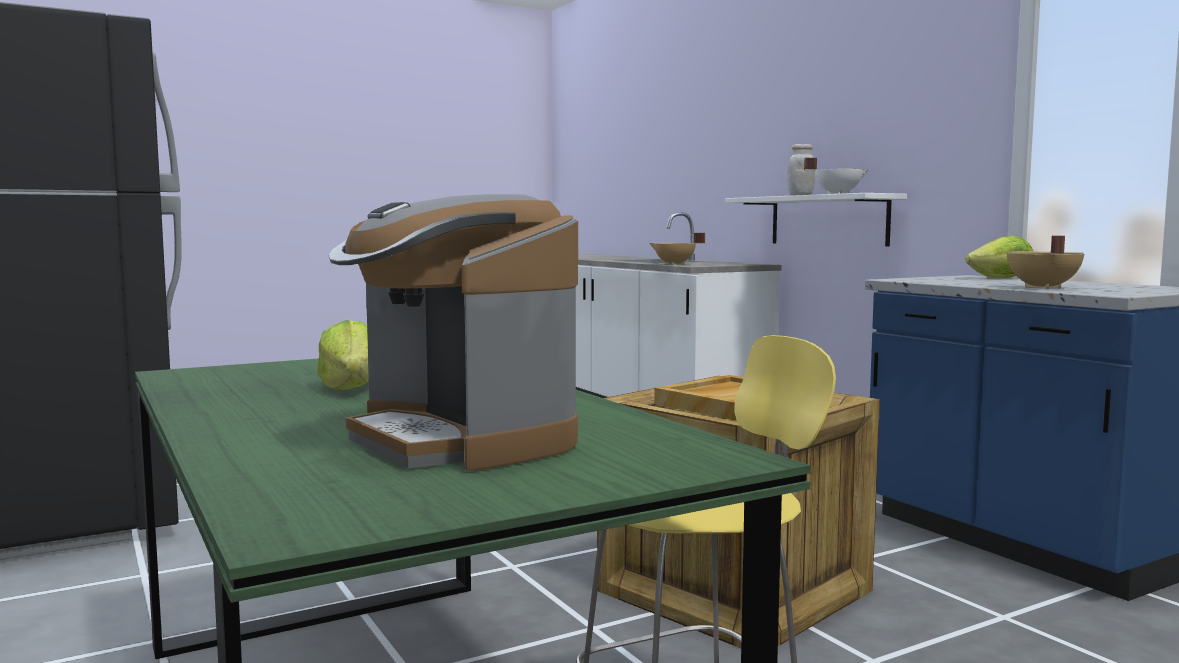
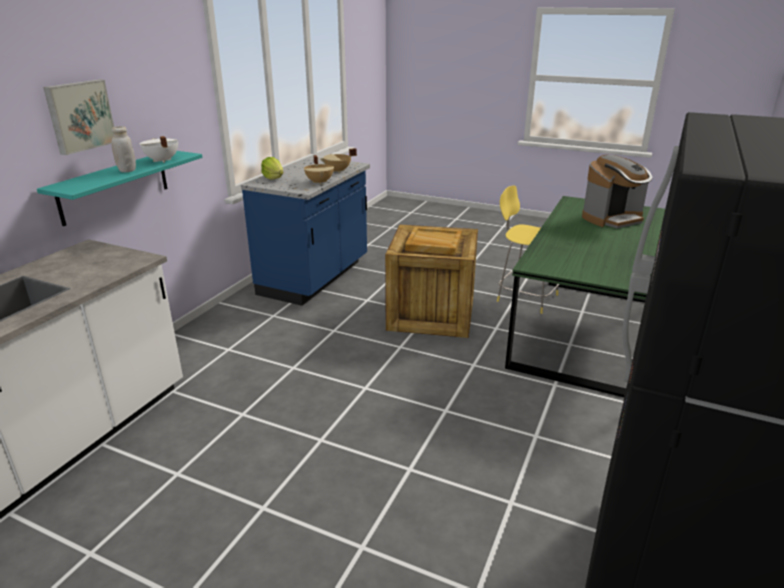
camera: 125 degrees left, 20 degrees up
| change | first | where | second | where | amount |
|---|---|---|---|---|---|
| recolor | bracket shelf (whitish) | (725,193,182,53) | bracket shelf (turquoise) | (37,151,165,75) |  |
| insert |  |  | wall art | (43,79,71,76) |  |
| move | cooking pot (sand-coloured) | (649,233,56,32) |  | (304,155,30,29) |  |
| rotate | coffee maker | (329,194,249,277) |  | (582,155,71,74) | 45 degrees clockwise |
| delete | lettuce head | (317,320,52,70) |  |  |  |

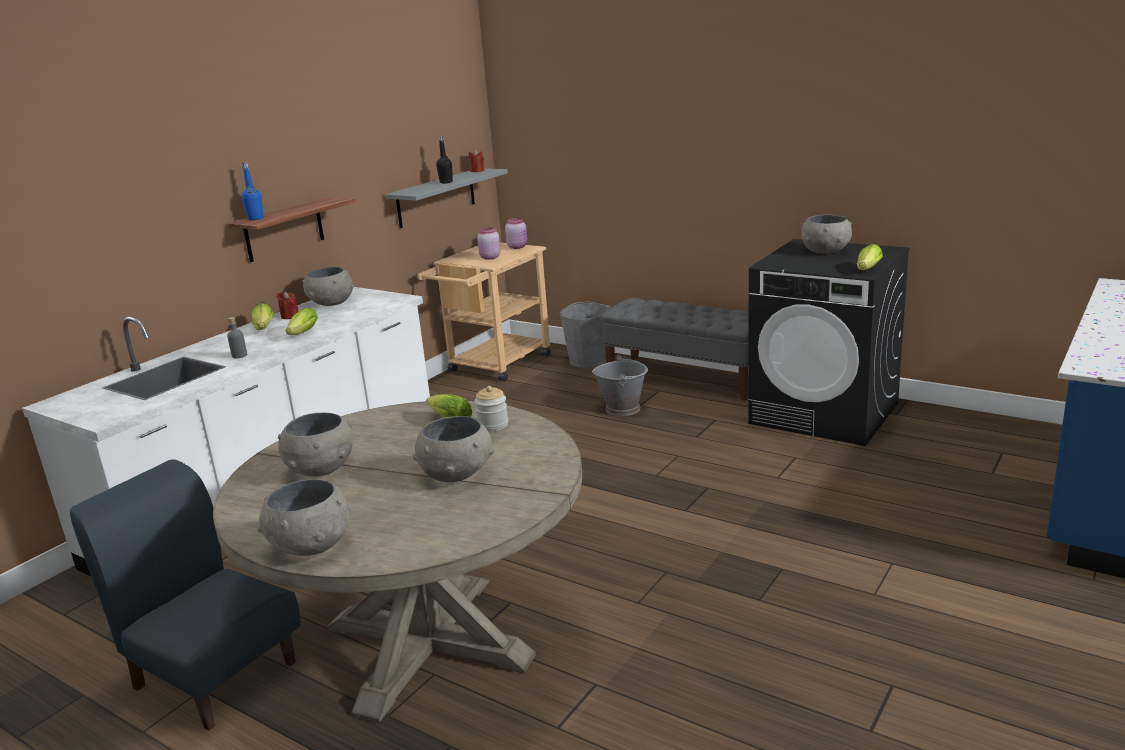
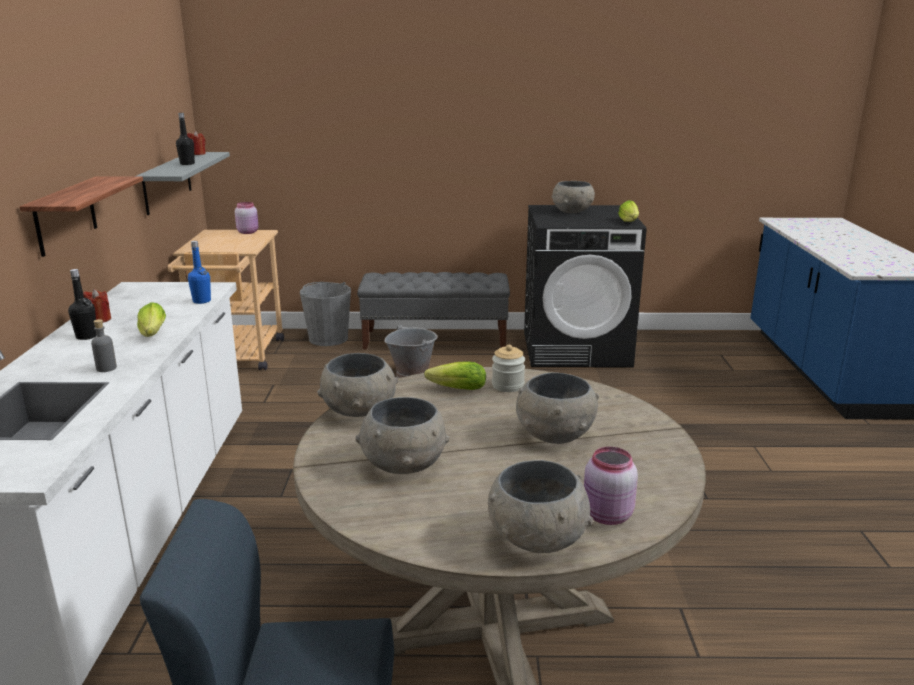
camera: 35 degrees left, 0 degrees up
| change | first | where | second | where | amount |
|---|---|---|---|---|---|
| replace | lettuce head | (251,303,23,27) | beverage bottle (blackish) | (68,269,29,71) |  |
| move | beverage bottle (blue-coloured) | (241,162,23,58) |  | (188,241,23,63) |  |
| move | deep dish (gray) | (302,267,51,39) |  | (317,353,81,64) |  |
| move | jar (pinkish) | (477,227,23,33) |  | (584,447,54,78) |  |

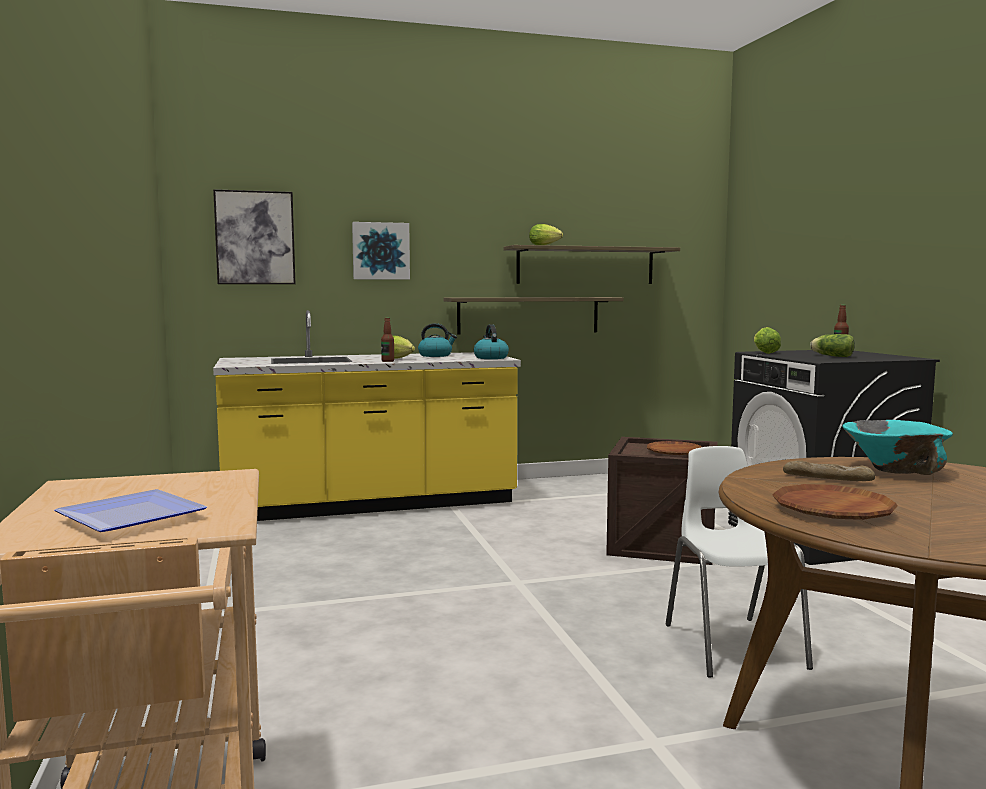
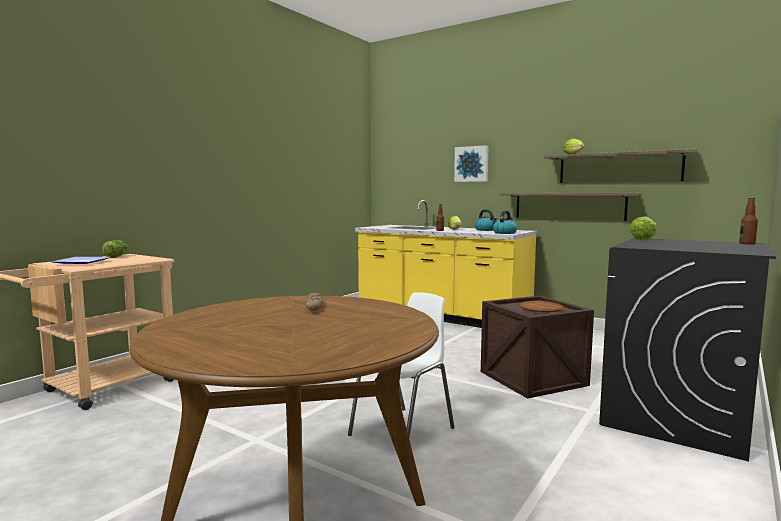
camera: 50 degrees right, 0 degrees up
| change | first | where | second | where | amount |
|---|---|---|---|---|---|
| move | lettuce head | (810,334,45,23) |  | (102,240,26,18) |  |
| delete | wall art | (213,189,83,95) |  |  |  |
| delete | plate (brown) | (773,484,124,36) |  |  |  |
| delete | deep dish (turquoise) | (843,420,110,55) |  |  |  |

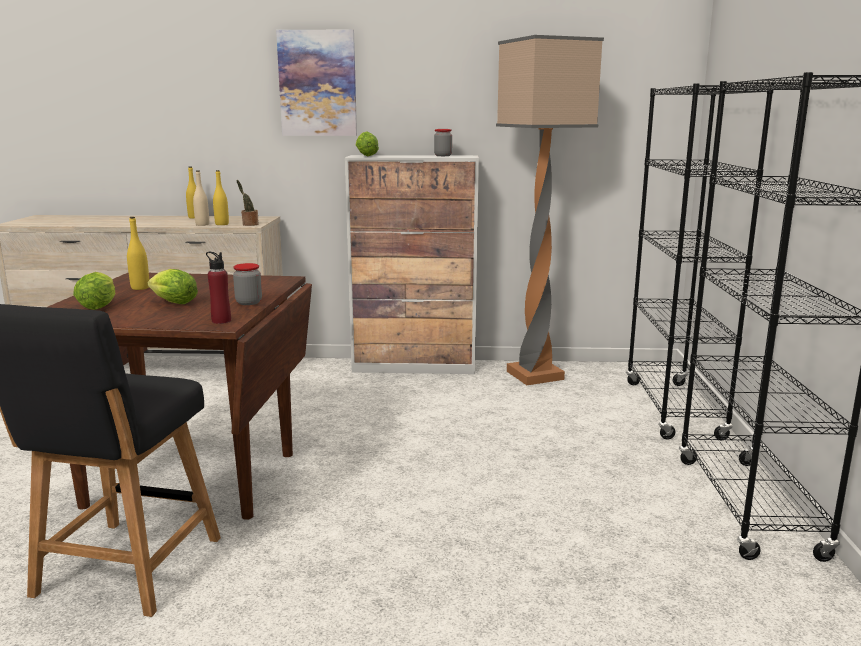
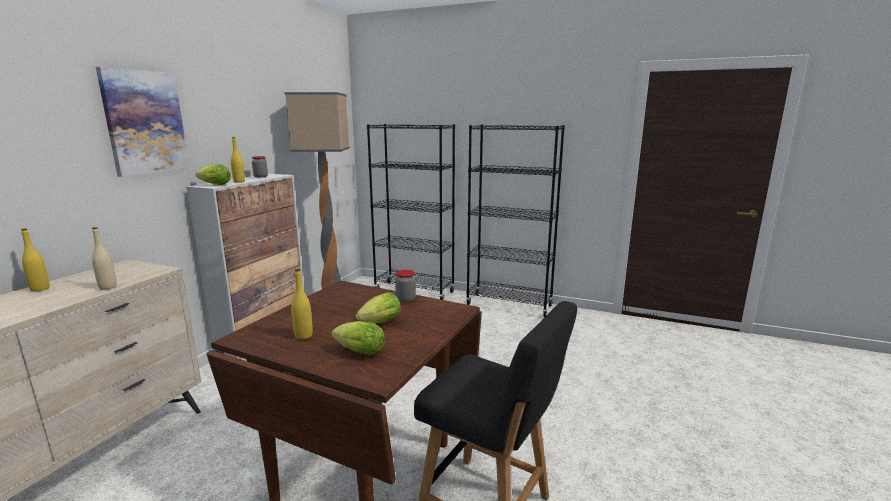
camera: 70 degrees left, 0 degrees up
| change | first | where | second | where | amount |
|---|---|---|---|---|---|
| move | beverage bottle (yellow-coloured) | (213,170,16,55) |  | (231,137,14,46) |  |
| delete | beverage bottle (reddish) | (206,252,25,72) |  |  |  |
| delete | houseplant | (237,180,22,46) |  |  |  |

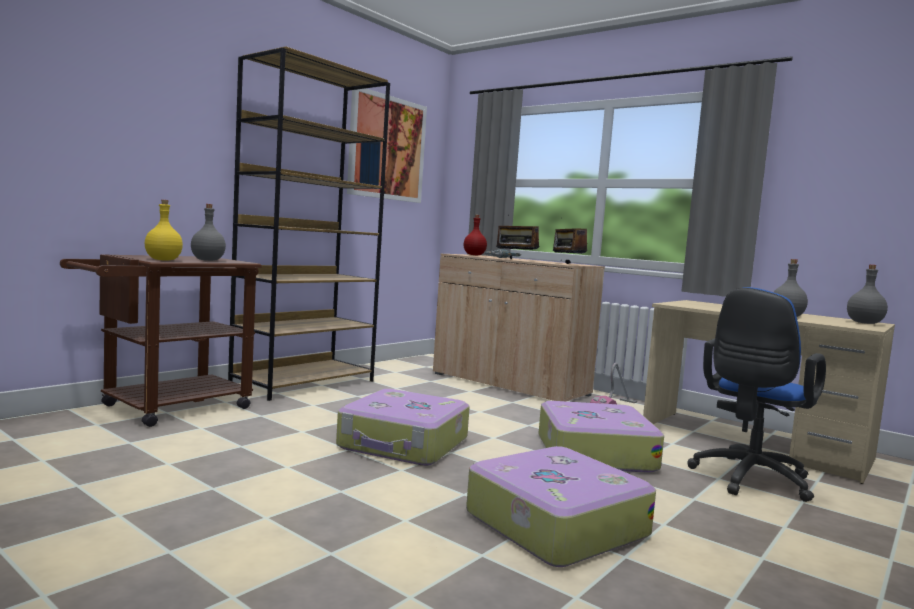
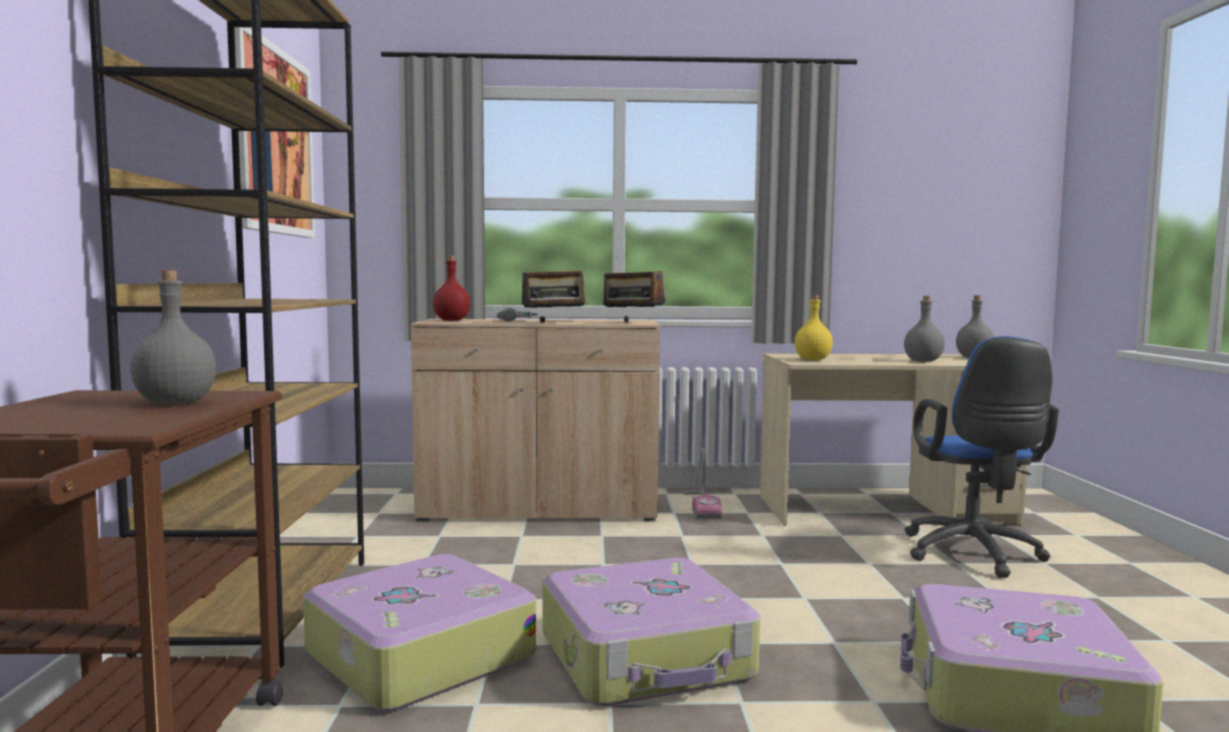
camera: 40 degrees left, 0 degrees up
| change | first | where | second | where | amount |
|---|---|---|---|---|---|
| move | travel case | (538,401,126,72) |  | (303,554,233,157) |  |
| move | beverage bottle (yellow-coloured) | (144,200,39,61) |  | (795,295,38,65) |  |

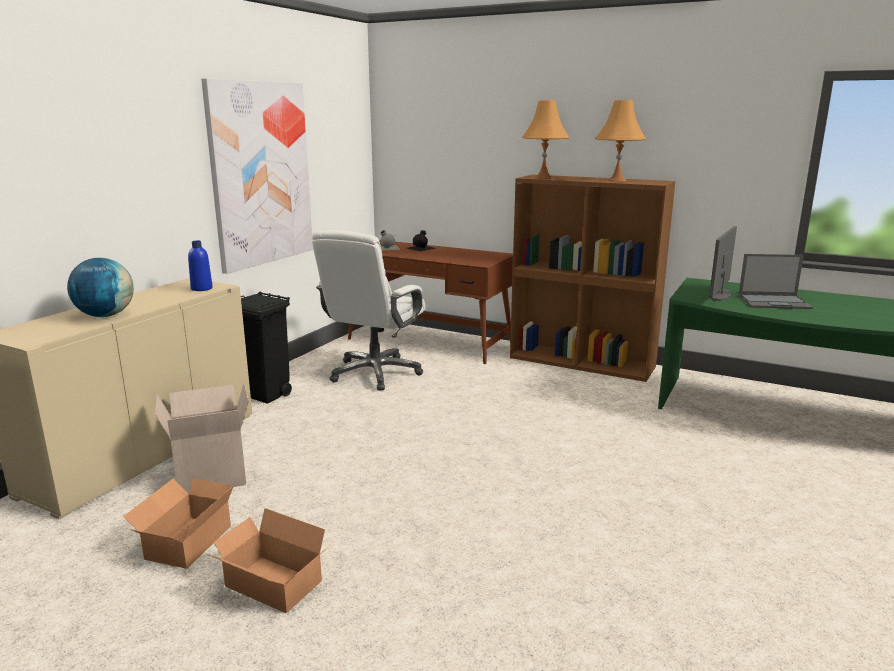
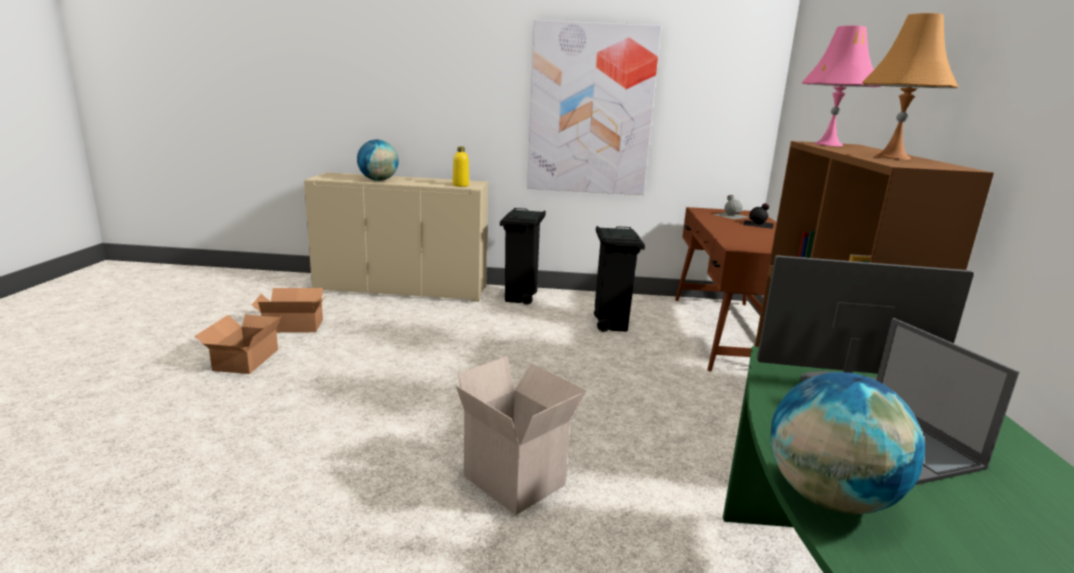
camera: 65 degrees right, 0 degrees up
| change | first | where | second | where | amount |
|---|---|---|---|---|---|
| recolor | beverage bottle (blue-coloured) | (188,241,25,50) | beverage bottle (yellow-coloured) | (453,146,16,41) |  |
| move | carton | (155,383,94,111) |  | (456,356,131,159) |  |
| replace | office chair (whitish) | (312,231,114,160) | rubbish bin (blackish) | (594,226,51,106) |  |
| insert |  |  | desk globe | (771,372,154,142) |  |
| recolor | tabletop lamp (orange) | (523,100,46,78) | tabletop lamp (pinkish) | (801,26,80,120) |  |

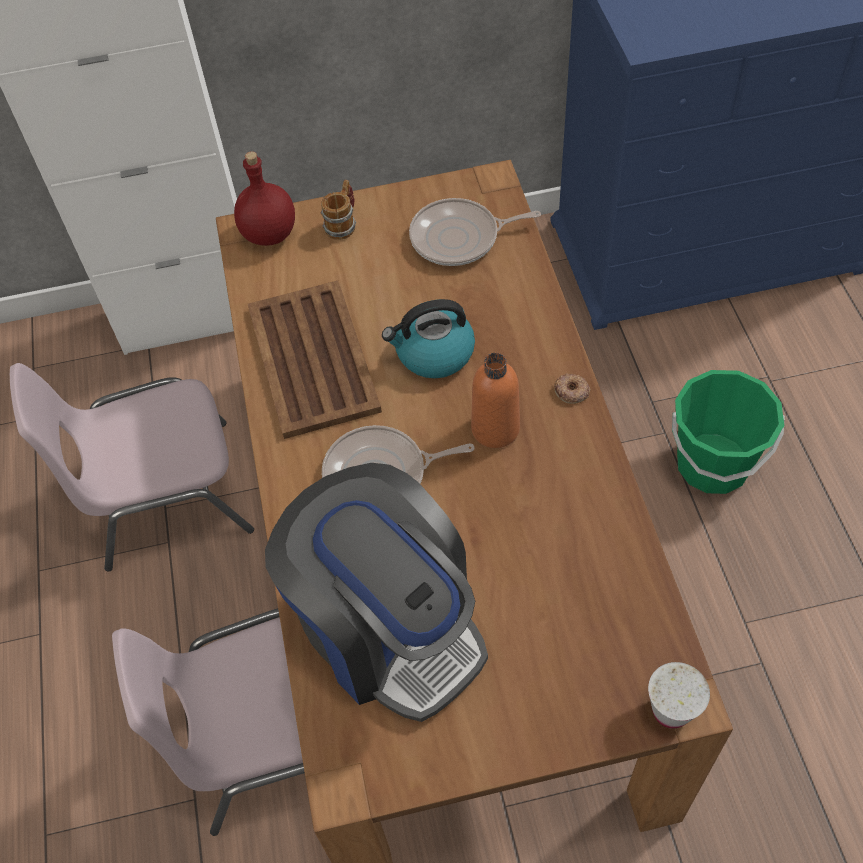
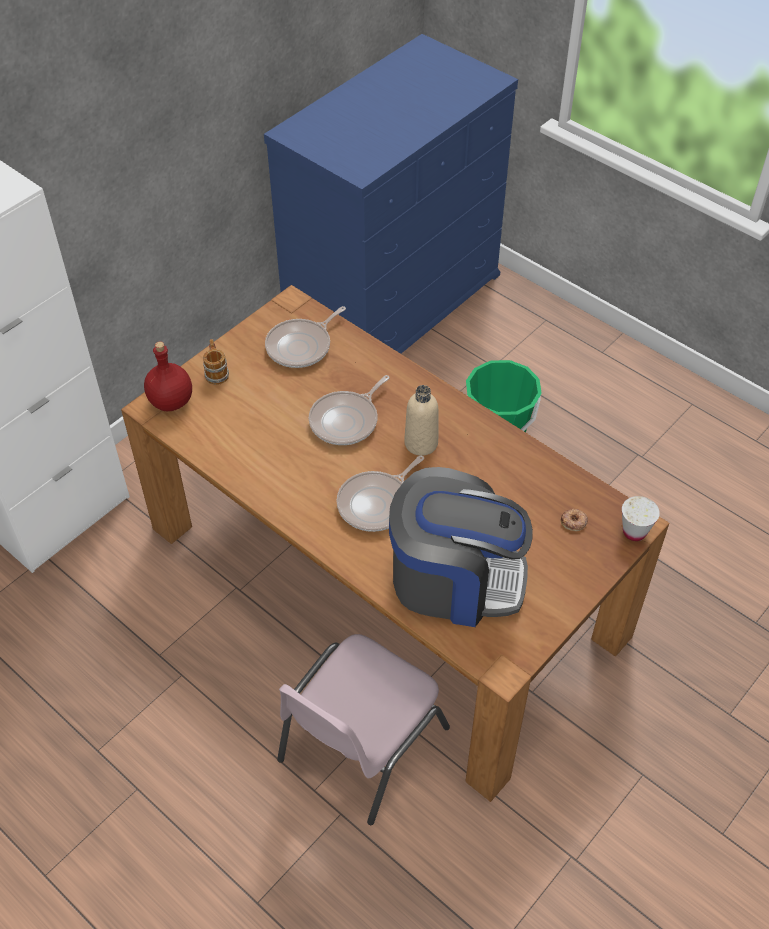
camera: 40 degrees left, 5 degrees down
| change | first | where | second | where | amount |
|---|---|---|---|---|---|
| replace | kettle | (382,299,93,79) | skillet | (309,375,81,70) |  |
| recolor | beverage bottle (orange) | (471,353,49,95) | beverage bottle (sand-coloured) | (404,385,34,71) |  |
| move | donut | (554,373,37,31) |  | (561,509,27,22) |  |
| delete | chair (pinkish) | (10,363,244,209) |  |  |  |
| delete | serving tray (brown) | (248,281,134,158) |  |  |  |

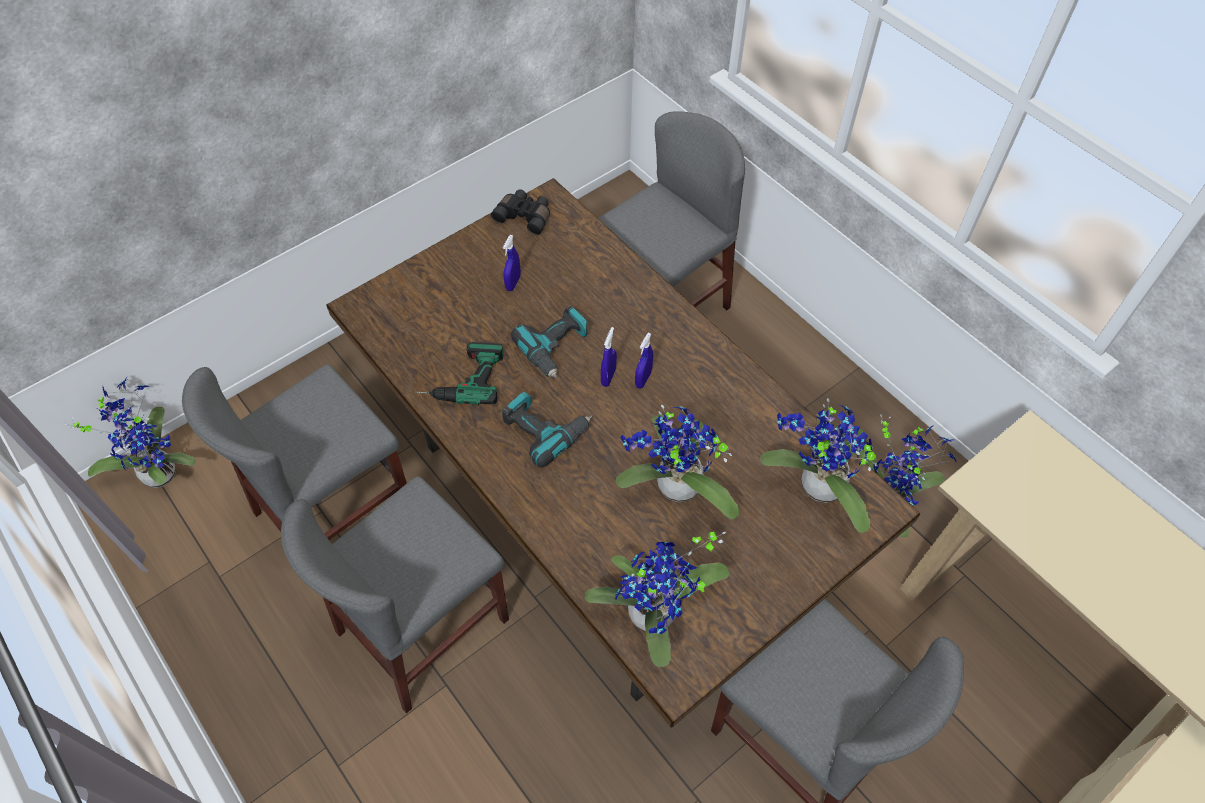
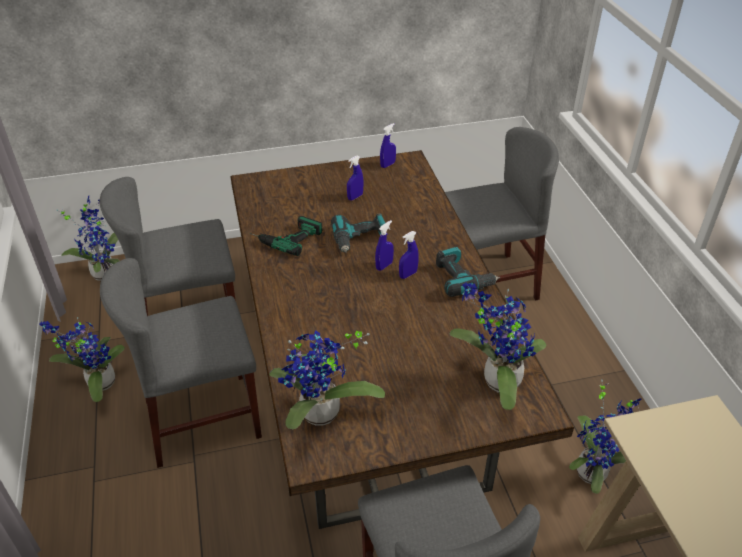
camera: 25 degrees right, 15 degrees down
| change | first | where | second | where | amount |
|---|---|---|---|---|---|
| move | houseplant | (616,405,123,114) |  | (39,317,86,85) |  |
| replace | binoculars (blackish) | (491,189,59,46) | hand sprayer (blue-coloured) | (380,123,16,45) |  |
| move | drill | (502,392,90,76) |  | (436,247,64,50) |  |

